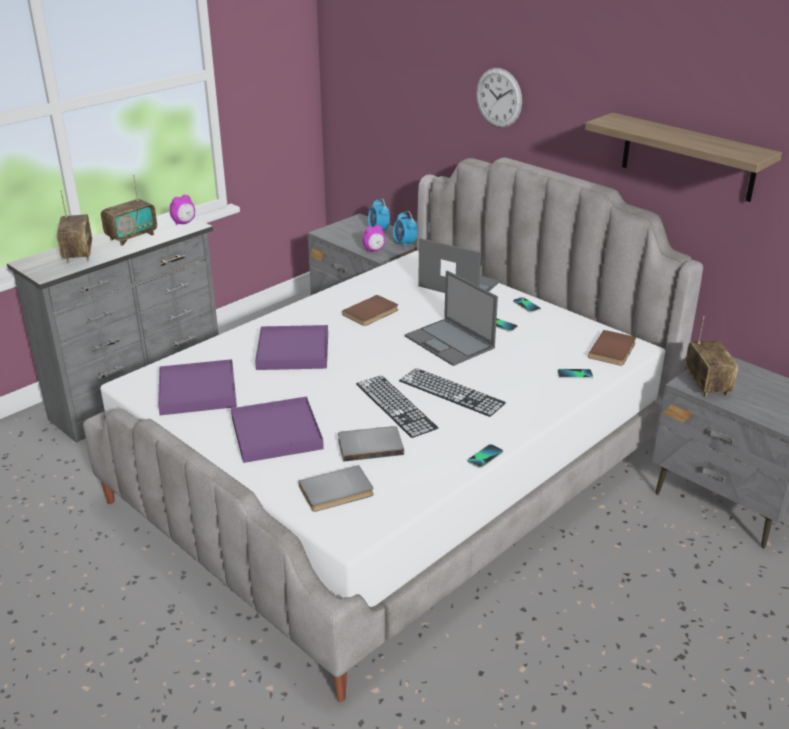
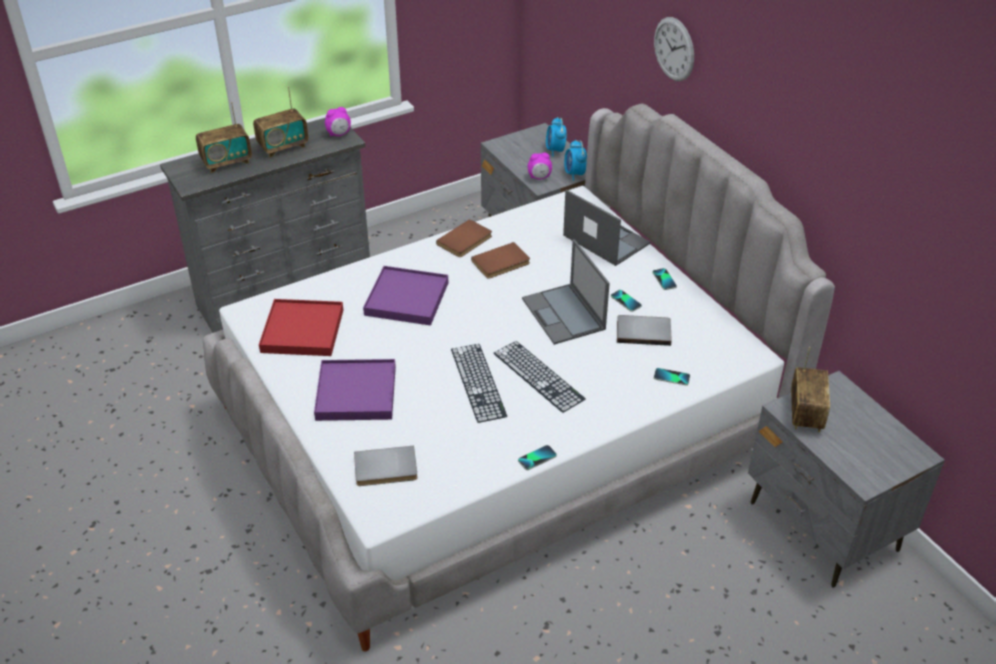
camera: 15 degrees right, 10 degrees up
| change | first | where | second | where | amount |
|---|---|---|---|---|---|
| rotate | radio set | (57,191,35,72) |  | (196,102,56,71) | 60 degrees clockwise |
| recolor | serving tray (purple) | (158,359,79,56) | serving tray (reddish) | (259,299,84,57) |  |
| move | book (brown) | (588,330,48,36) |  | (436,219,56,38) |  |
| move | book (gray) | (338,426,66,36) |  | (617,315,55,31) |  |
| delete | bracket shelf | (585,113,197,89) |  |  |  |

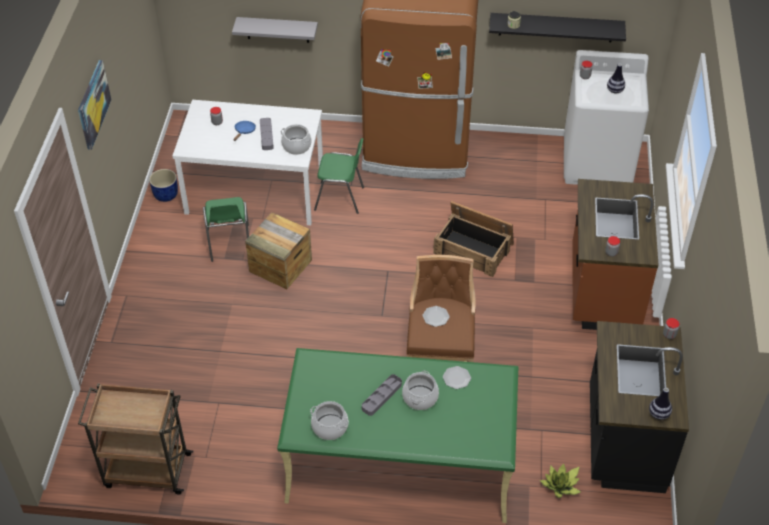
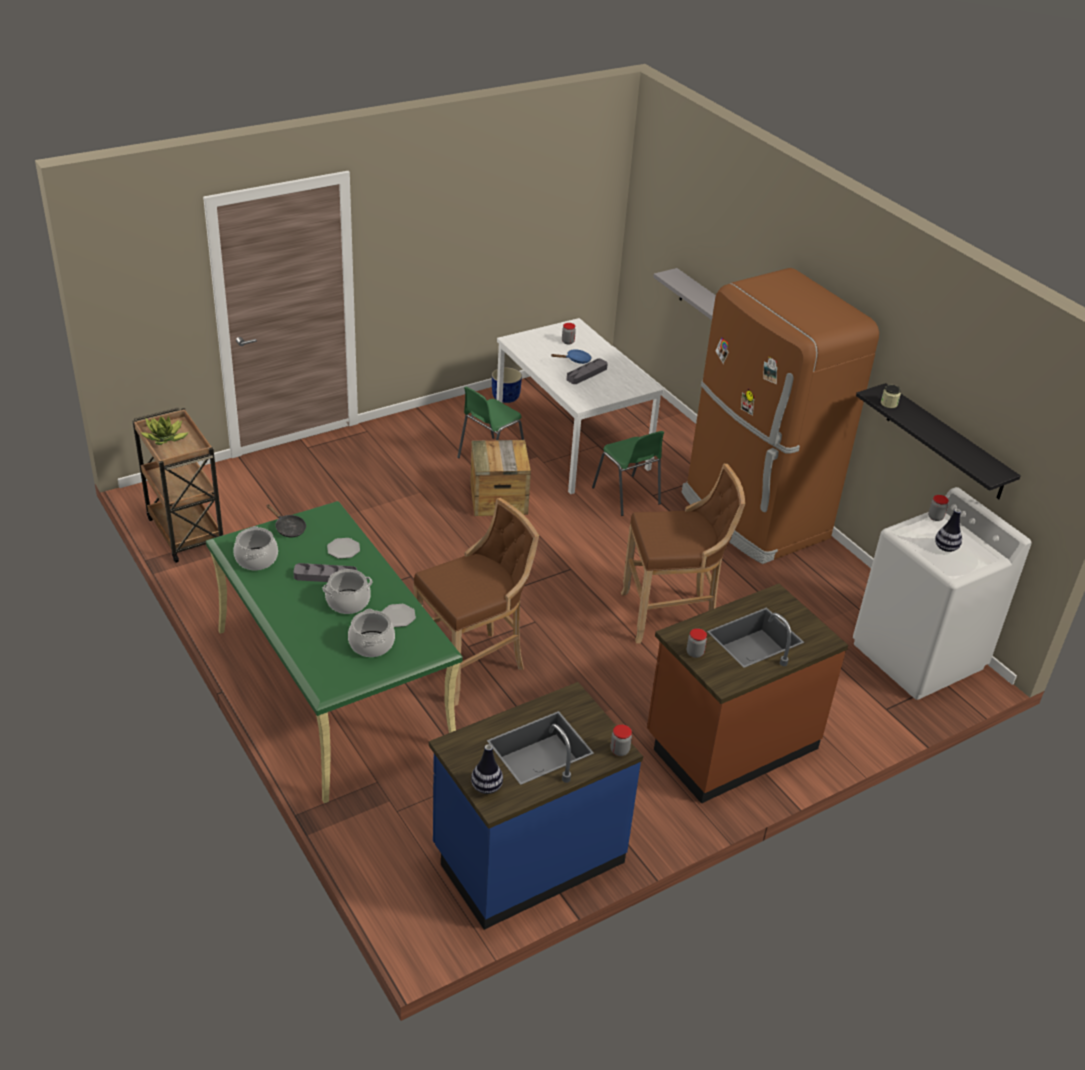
camera: 50 degrees right, 10 degrees down
| change | first | where | second | where | amount |
|---|---|---|---|---|---|
| move | houseplant | (540,464,40,34) |  | (141,416,48,29) |  |
| insert |  |  | skillet (blackish) | (267,504,39,34) |  |
| move | plate | (423,306,27,21) |  | (327,538,33,21) |  |
| move | cooking pot | (281,124,30,31) |  | (348,609,47,48) |  |
| recolor | kitchen base unit (blackish) | (590,321,99,172) | kitchen base unit (blue-coloured) | (429,682,214,248) |  |
| replace | shipping crate | (433,201,81,76) | sitting stool (brown) | (621,464,124,180) |  |
| delete | wall art | (78,60,34,90) |  |  |  |

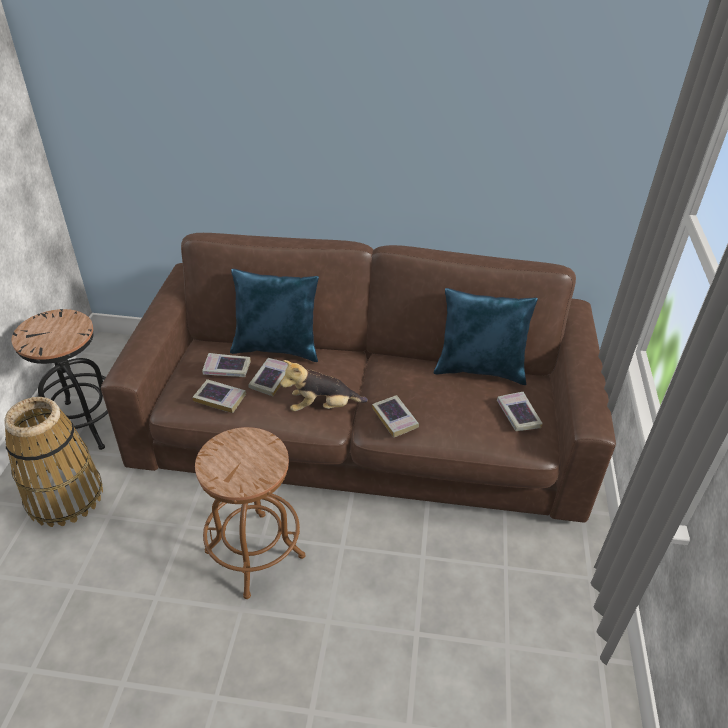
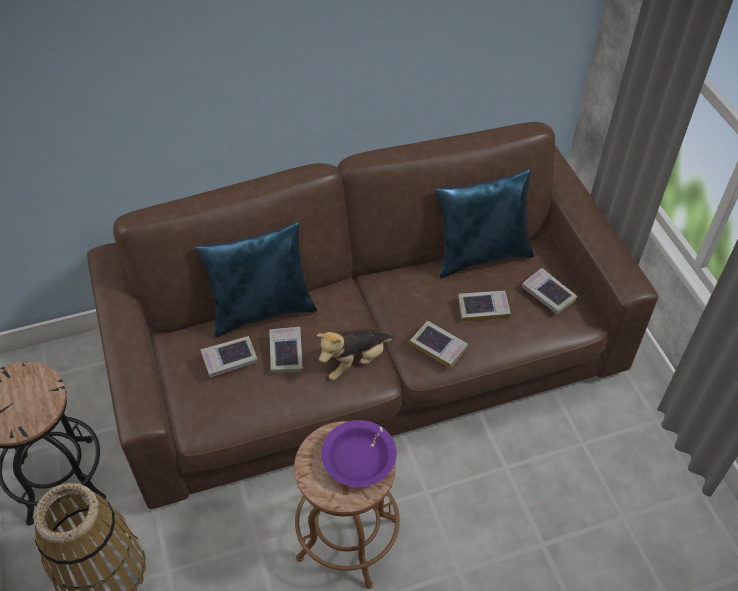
camera: 25 degrees left, 10 degrees up
| change | first | where | second | where | amount |
|---|---|---|---|---|---|
| insert |  |  | deep dish (purple) | (321,420,76,67) |  |
| move | book | (192,379,54,34) |  | (458,291,53,30) |  |

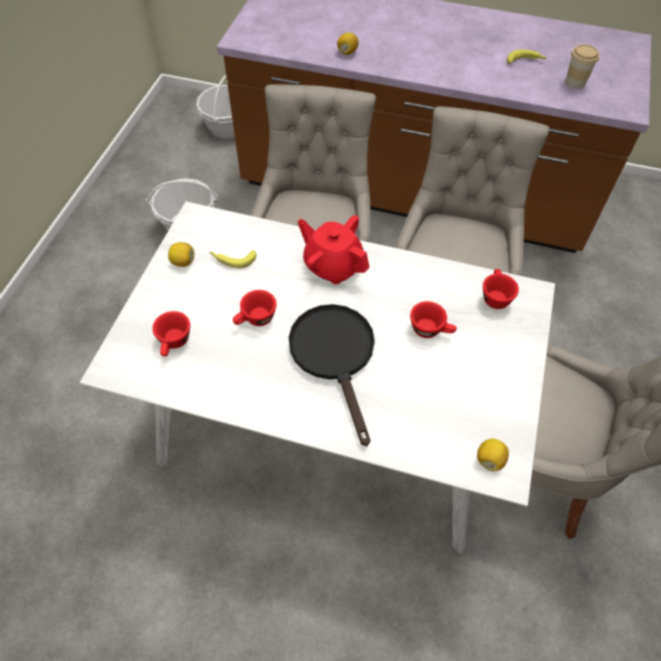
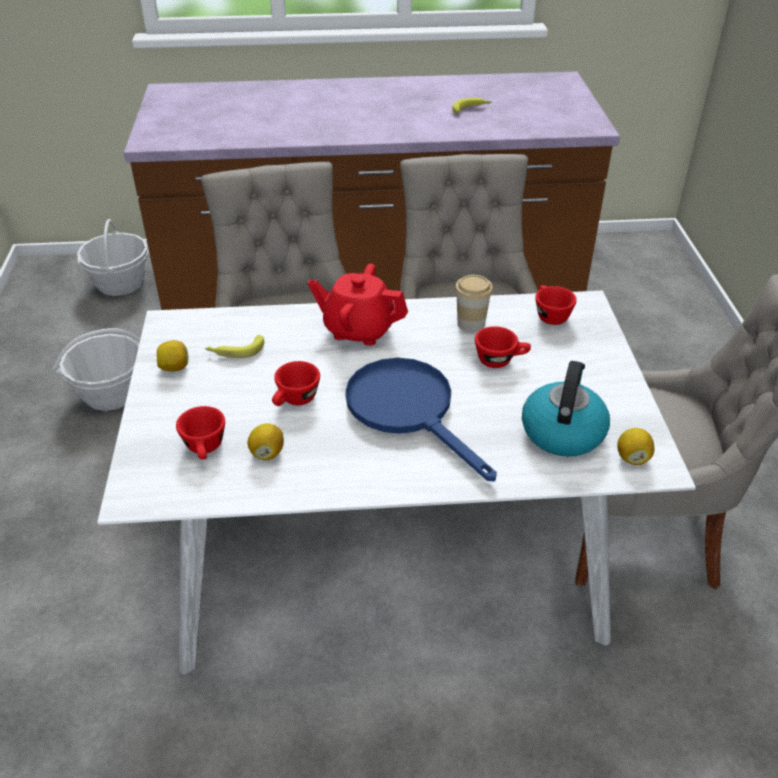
camera: 20 degrees left, 15 degrees down
| change | first | where | second | where | amount |
|---|---|---|---|---|---|
| move | whole lemon | (337,33,22,22) |  | (248,423,36,37) |  |
| recolor | skillet (blackish) | (289,304,86,142) | skillet (blue-coloured) | (345,358,152,123) |  |
| move | cup | (565,44,35,45) |  | (455,275,38,57) |  |
| insert |  |  | kettle | (522,361,88,96) |  |

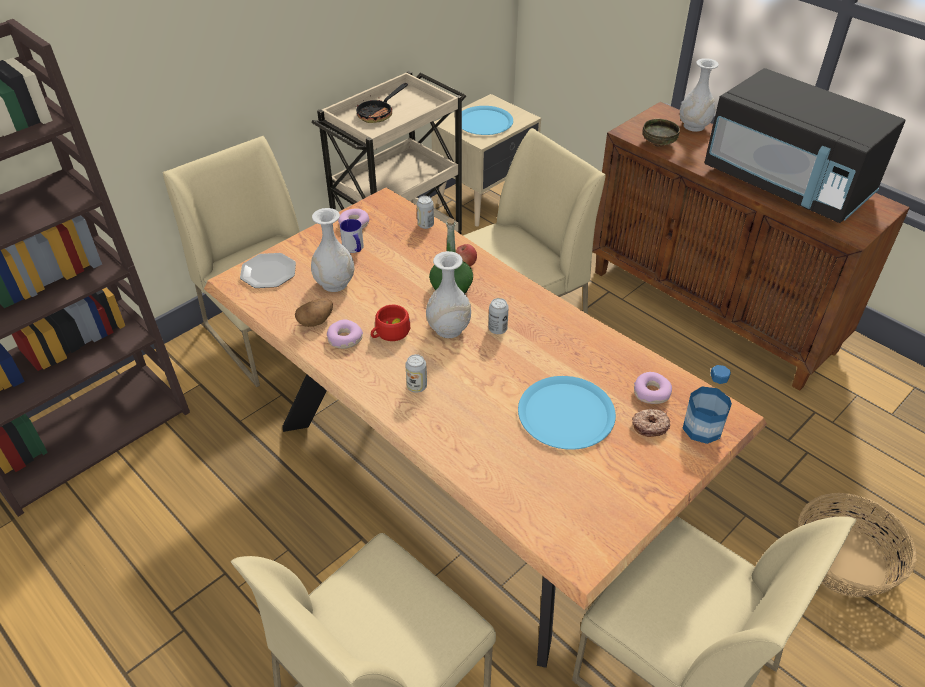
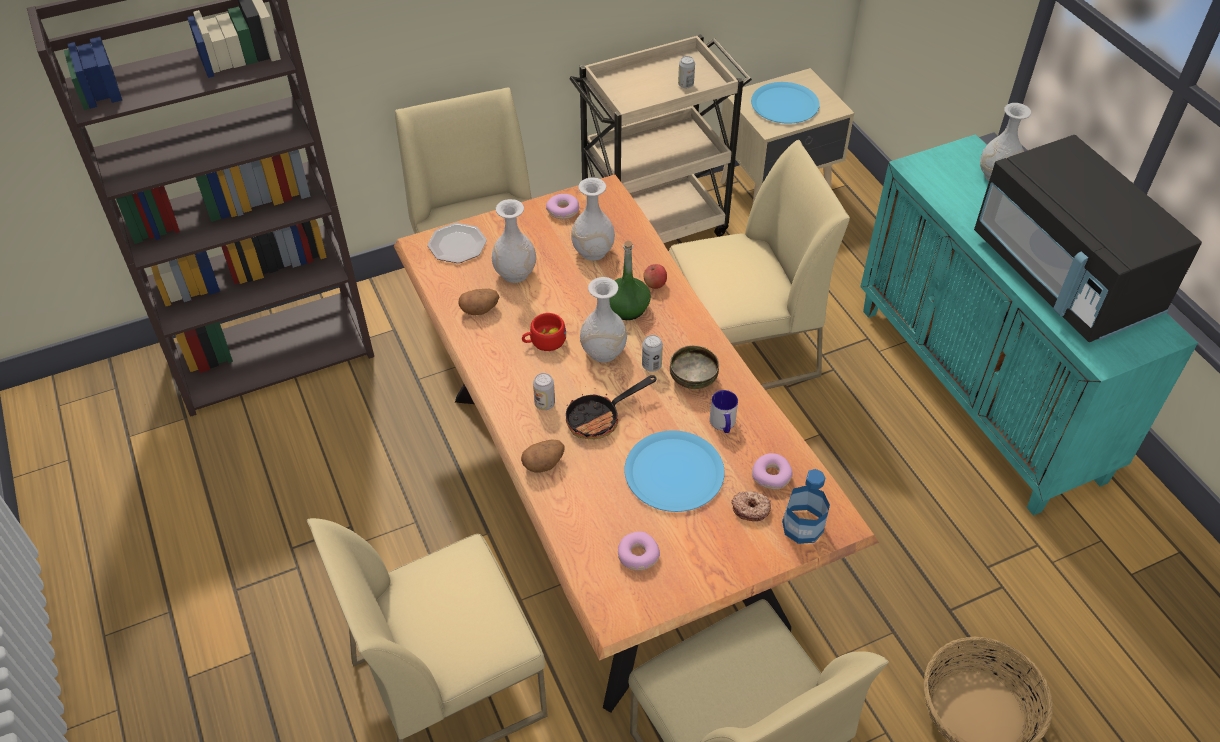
camera: 20 degrees right, 5 degrees up
| change | first | where | second | where | amount |
|---|---|---|---|---|---|
| insert |  |  | potato | (521,439,44,34) |  |
| move | skillet | (356,83,52,40) |  | (566,375,91,64) |  |
| insert |  |  | vase (whitish) | (571,177,44,84) |  |
| move | donut | (327,319,36,30) |  | (618,531,42,40) |  |
| move | deep dish | (642,119,38,28) |  | (670,345,49,44) |  |
| move | can | (417,196,17,33) |  | (678,56,17,32) |  |
| move | coffee mug | (340,219,24,34) |  | (710,390,28,43) |  |
| recolor | cupboard (brown) | (592,102,318,289) | cupboard (turquoise) | (860,134,338,382) |  |

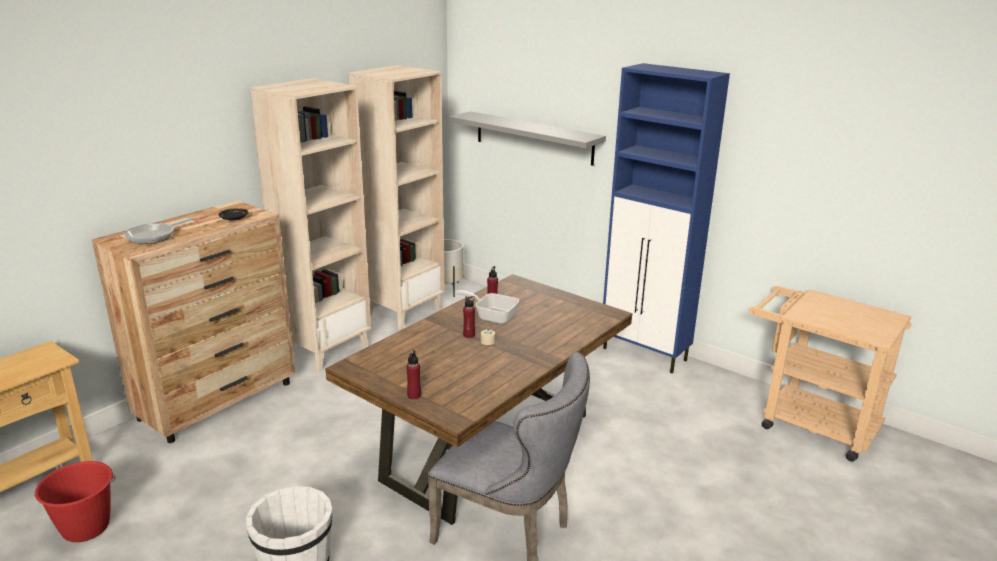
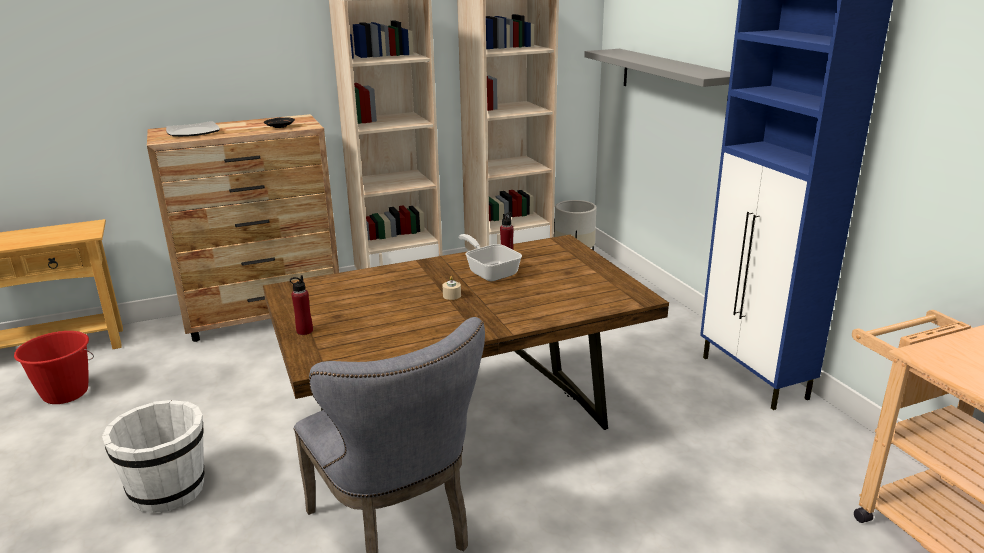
camera: 30 degrees right, 0 degrees up
| change | first | where | second | where | amount |
|---|---|---|---|---|---|
| replace | skillet | (124,218,70,26) | plate | (166,121,54,16) |  |
| delete | beverage bottle (reddish) | (463,296,12,42) |  |  |  |

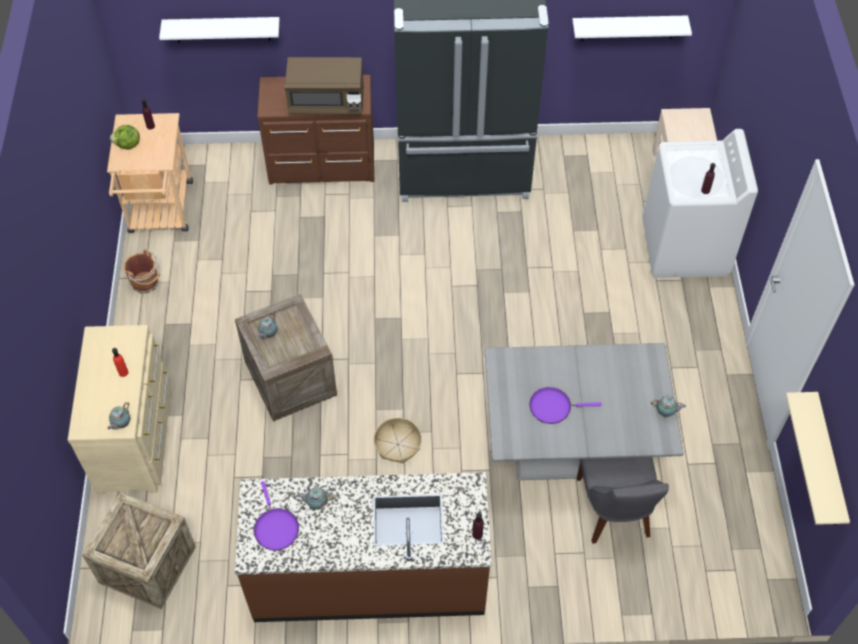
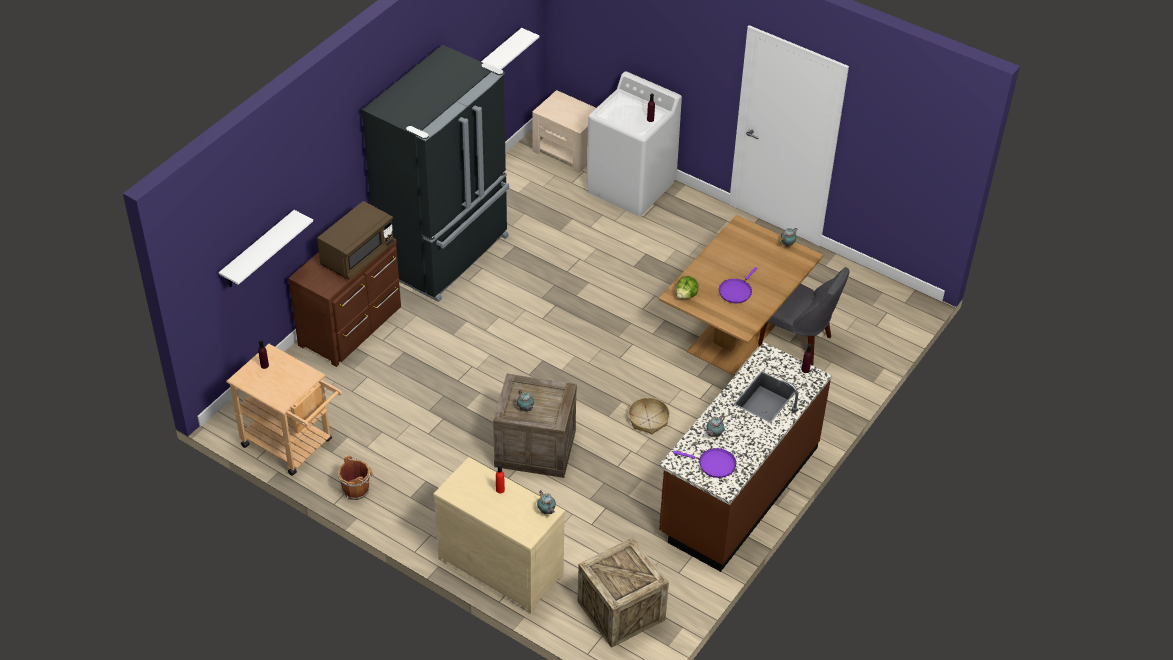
camera: 55 degrees left, 10 degrees down
| change | first | where | second | where | amount |
|---|---|---|---|---|---|
| recolor | dining table (gray) | (485,343,199,137) | dining table (brown) | (659,215,164,160) |  |
| move | lettuce head | (110,125,30,25) |  | (676,276,22,23) |  |
| delete | bracket shelf (sand-coloured) | (786,392,64,133) |  |  |  |

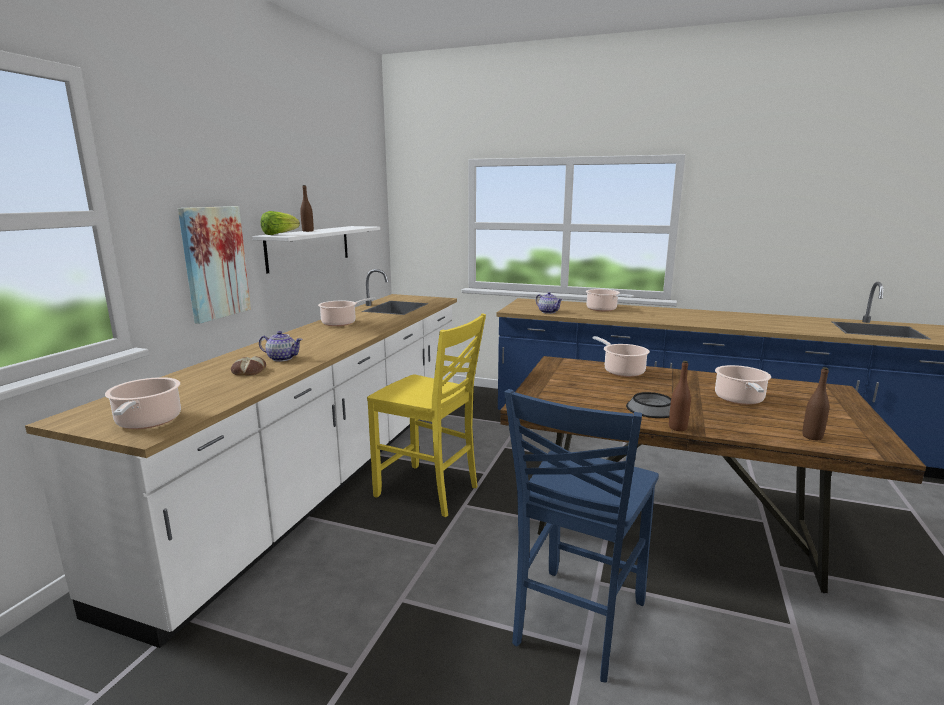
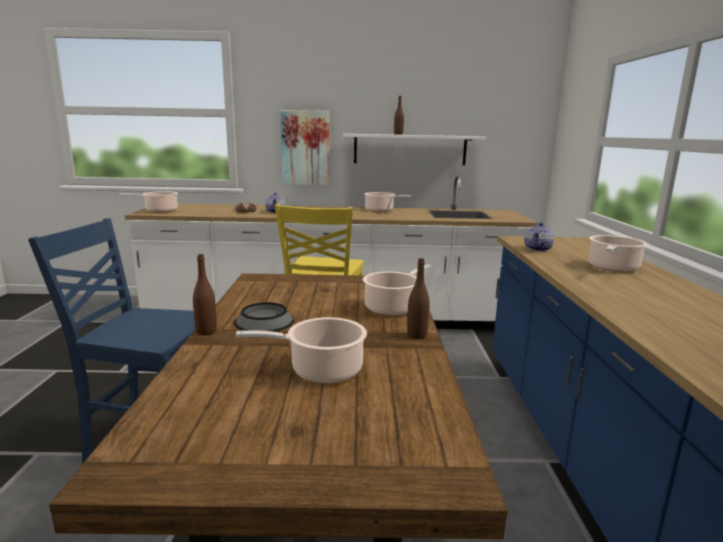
camera: 70 degrees right, 0 degrees up
| change | first | where | second | where | amount |
|---|---|---|---|---|---|
| move | beverage bottle (brown) | (802,367,27,73) |  | (407,258,23,81) |  |
| delete | lettuce head | (261,211,39,24) |  |  |  |

